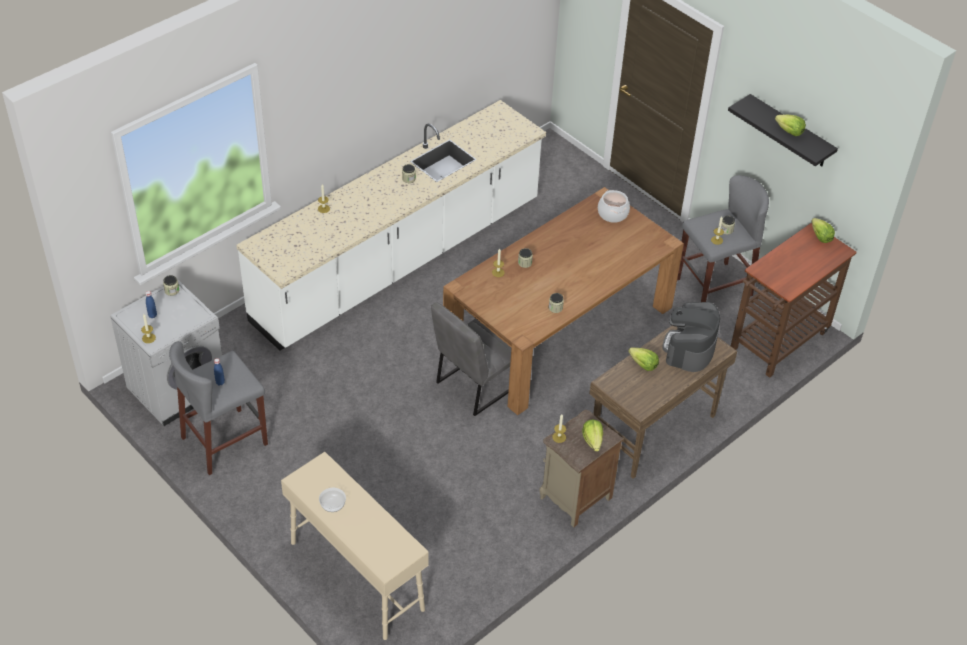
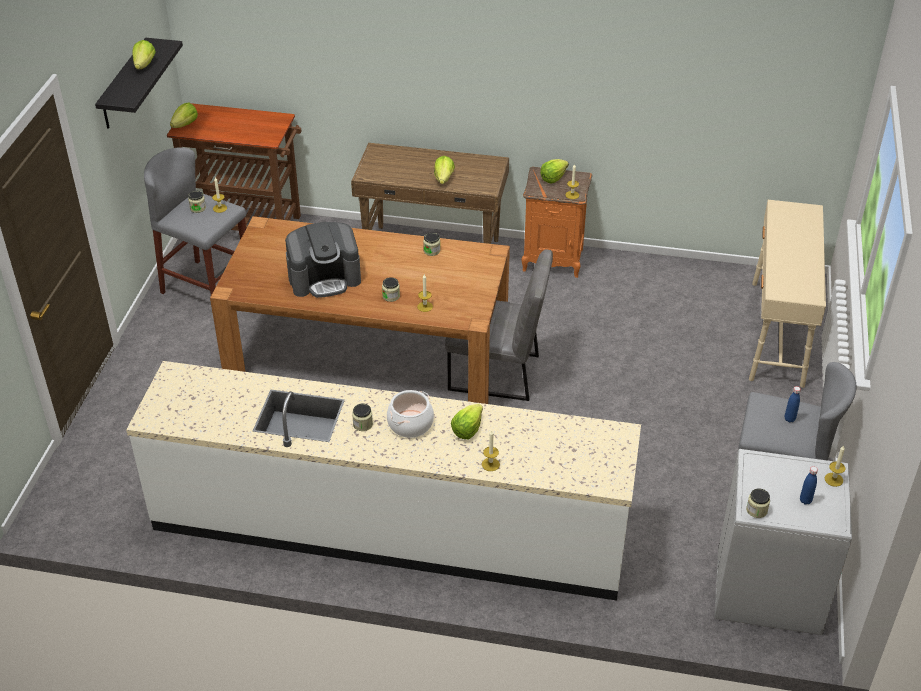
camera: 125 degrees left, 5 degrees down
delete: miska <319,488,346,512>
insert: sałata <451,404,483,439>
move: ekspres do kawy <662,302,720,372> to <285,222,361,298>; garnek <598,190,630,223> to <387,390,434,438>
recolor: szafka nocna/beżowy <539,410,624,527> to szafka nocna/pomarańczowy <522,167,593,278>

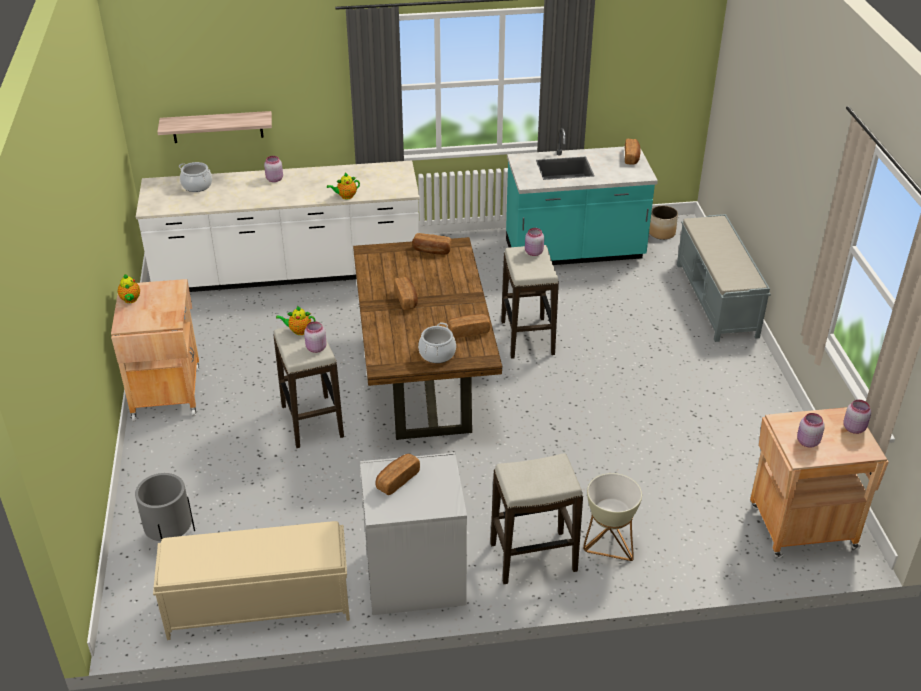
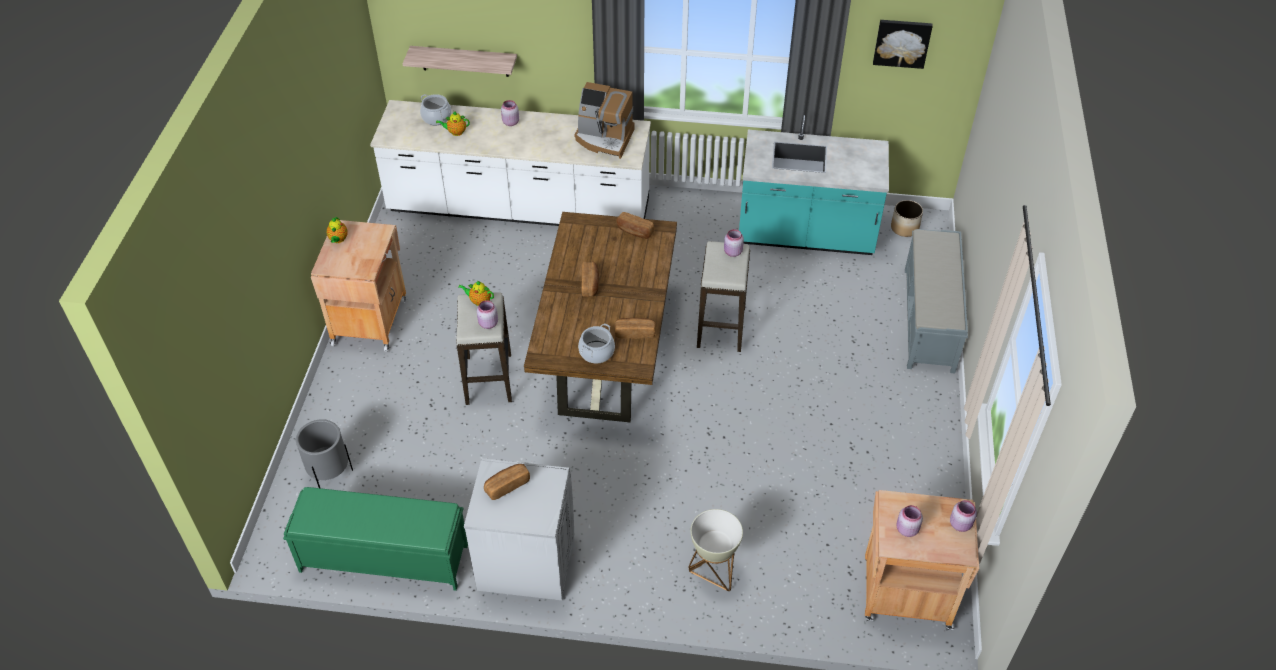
camera: 15 degrees right, 10 degrees up
delete: stołek <490,453,583,584>; chleb <625,139,641,165>
insert: ekspres do kawy <575,82,635,159>; obraz <873,20,933,69>
move: imbryk <327,172,360,199> to <436,111,470,136>
recolor: ławka/beżowy <153,521,350,640> to ławka/zielony <283,487,468,591>

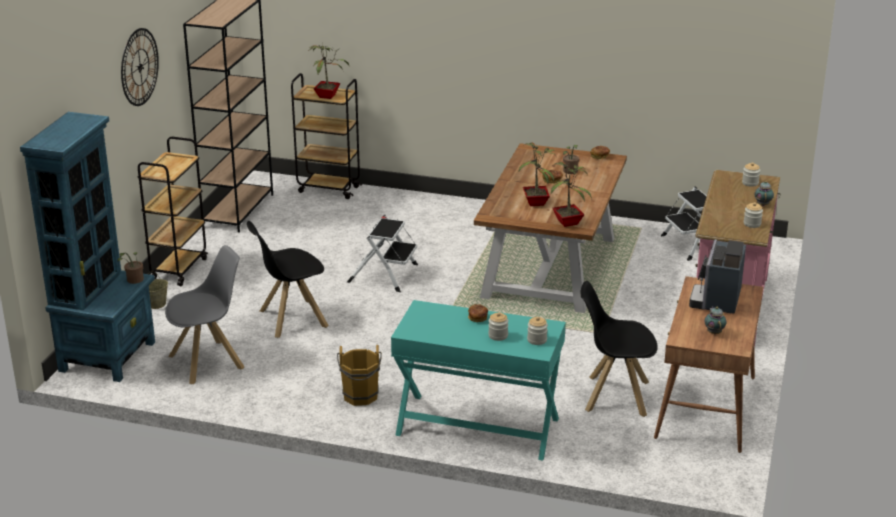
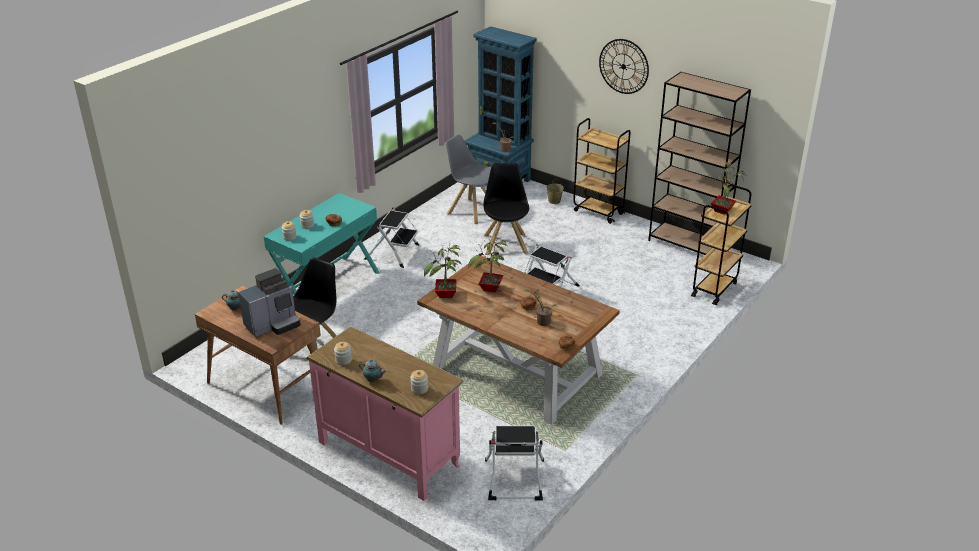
camera: 110 degrees right, 5 degrees up
replace: wiadro/brązowy <337,345,382,406> to drabinka <364,207,419,268>
rotate: ekspres do kawy <689,239,746,314> = <238,268,301,337> 105 degrees clockwise; krzesło/szary <165,245,244,384> = <446,134,491,224> 135 degrees clockwise

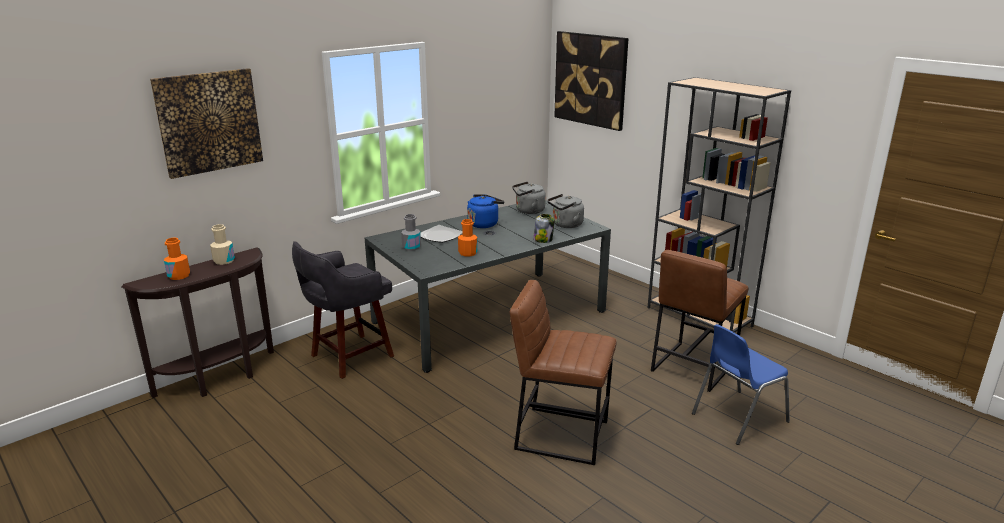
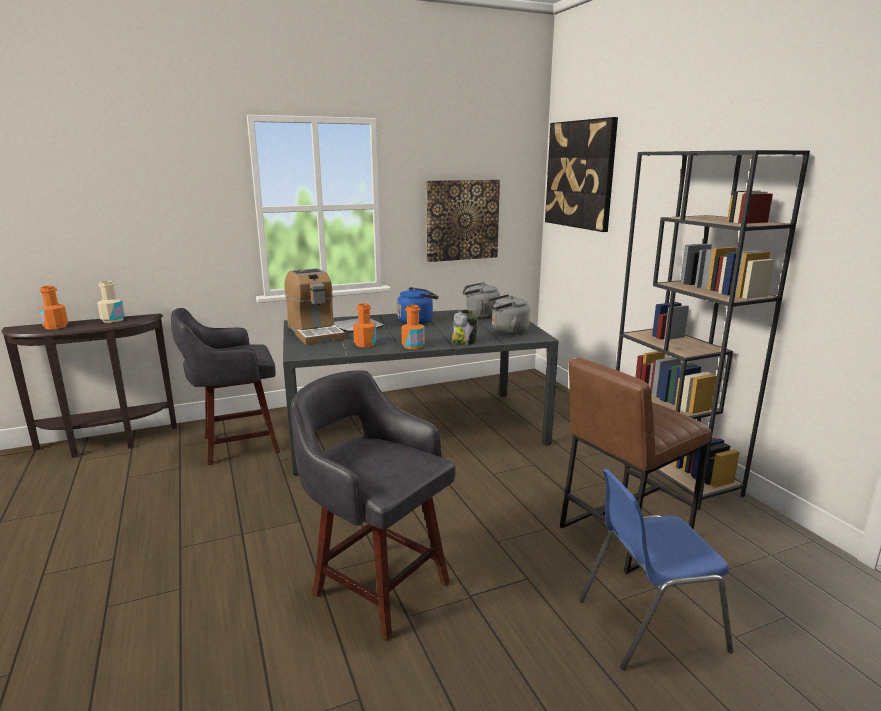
camera: 20 degrees right, 5 degrees down
insert: butelka/pomarańczowy <401,305,425,349>
move: obraz <150,68,263,179> to <426,180,500,262>
replace: butelka/szary <401,214,421,251> to ekspres do kawy <284,268,345,345>; krzesło/brązowy <510,280,616,465> to stołek/szary <290,370,455,641>

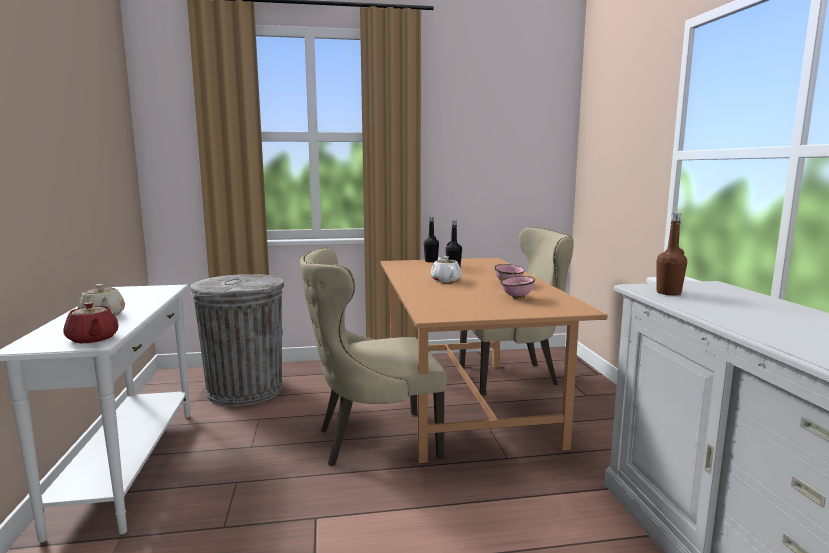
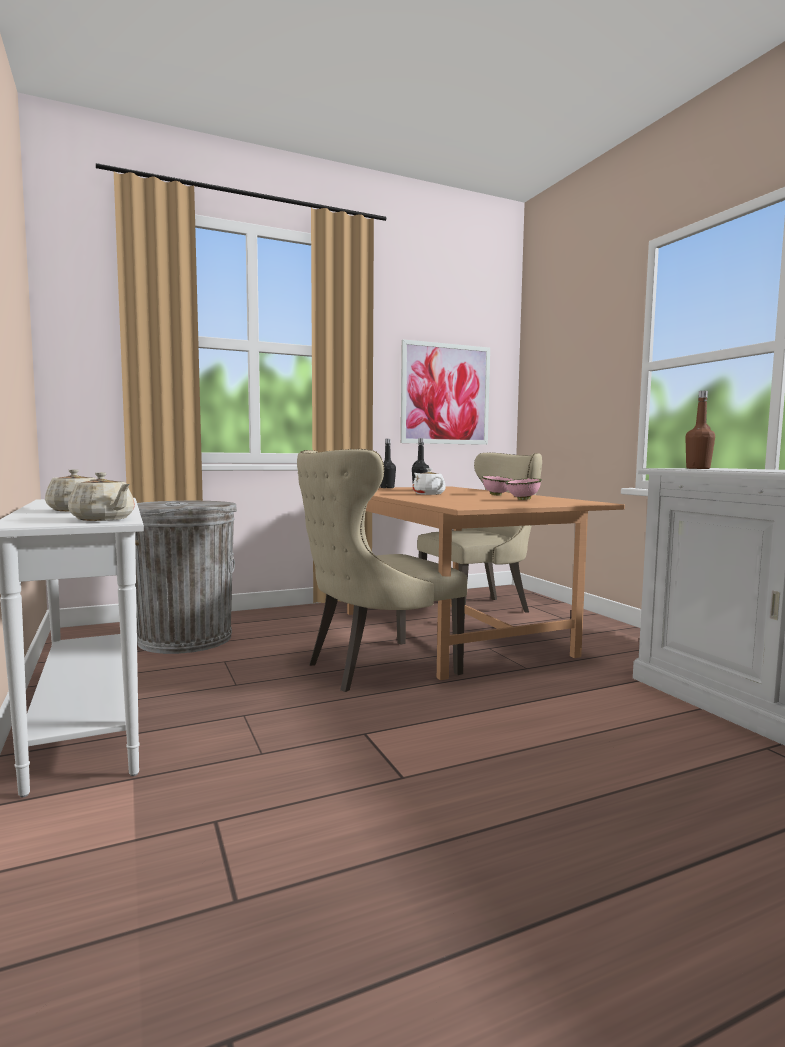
camera: 15 degrees left, 5 degrees down
insert: obraz <401,339,490,445>
recolor: imbryk/czerwony <64,302,119,343> to imbryk/beżowy <68,472,135,521>

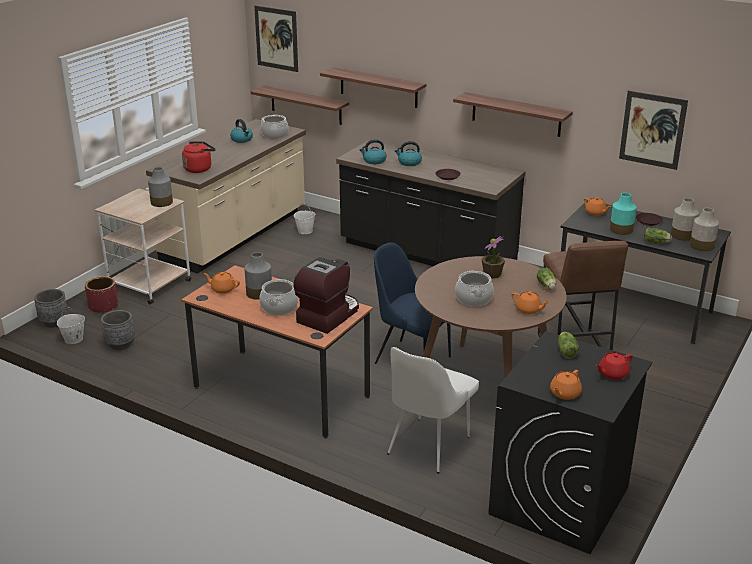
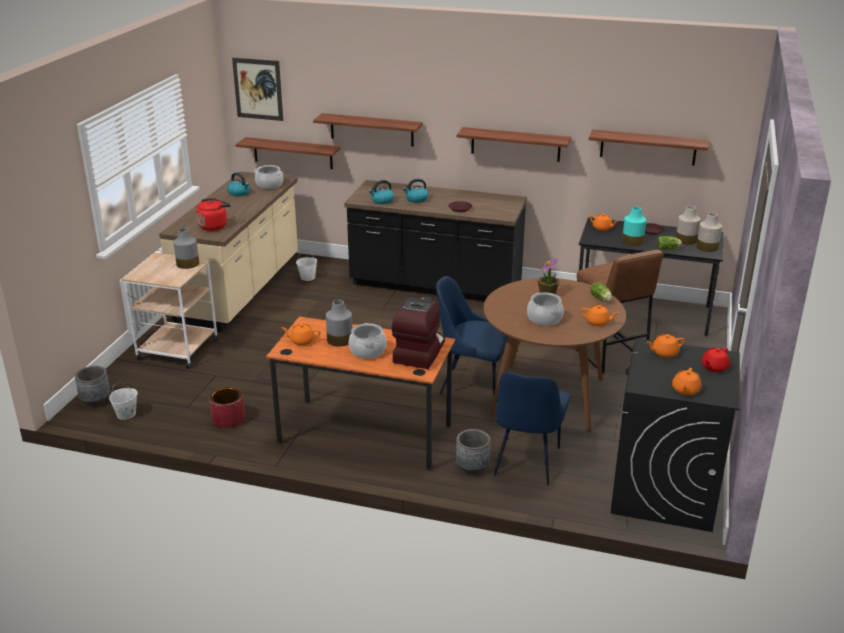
camera: 15 degrees left, 0 degrees up
move: donica/czerwony <85,277,118,313> to <209,387,245,428>; donica/szary <101,310,135,350> to <456,429,491,475>
replace: obraz <619,91,688,170> to półka <589,130,709,165>; sałata <558,332,579,358> to imbryk/pomarańczowy <647,334,685,358>
recolor: krzesło/biały <387,347,479,474> to krzesło/niebieski <494,372,570,485>

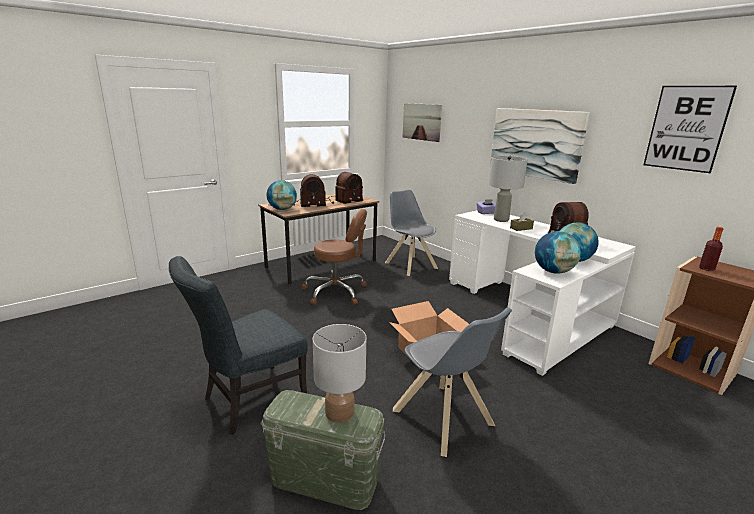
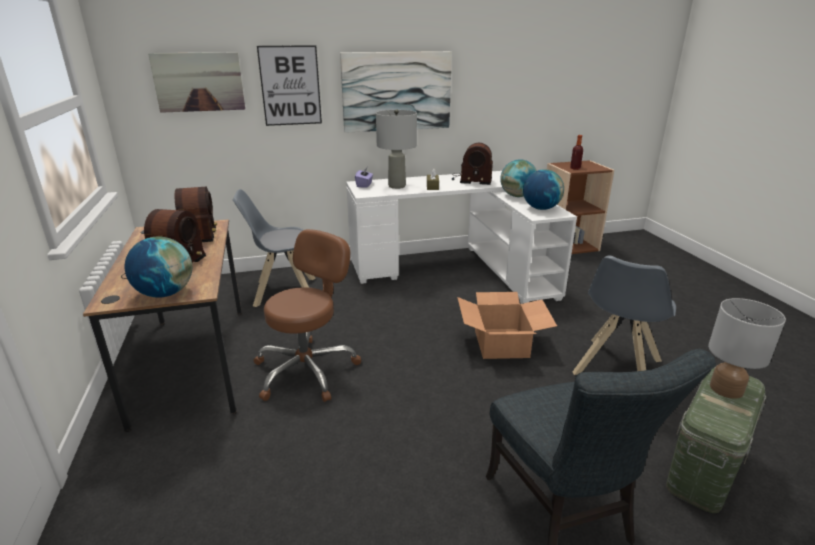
camera: 65 degrees left, 5 degrees up
move: obraz <643,86,737,173> to <257,45,322,126>
rotate: krzesło/szary <393,307,512,457> = <573,256,676,375> 135 degrees clockwise

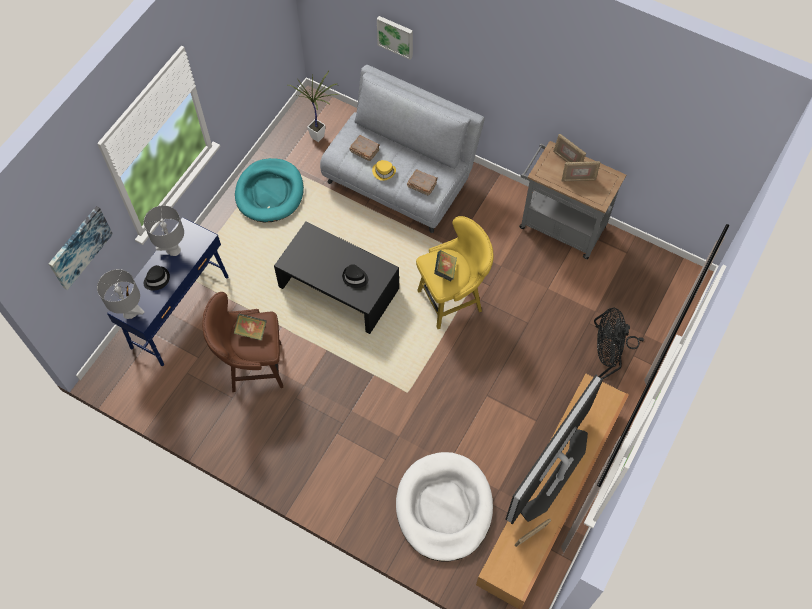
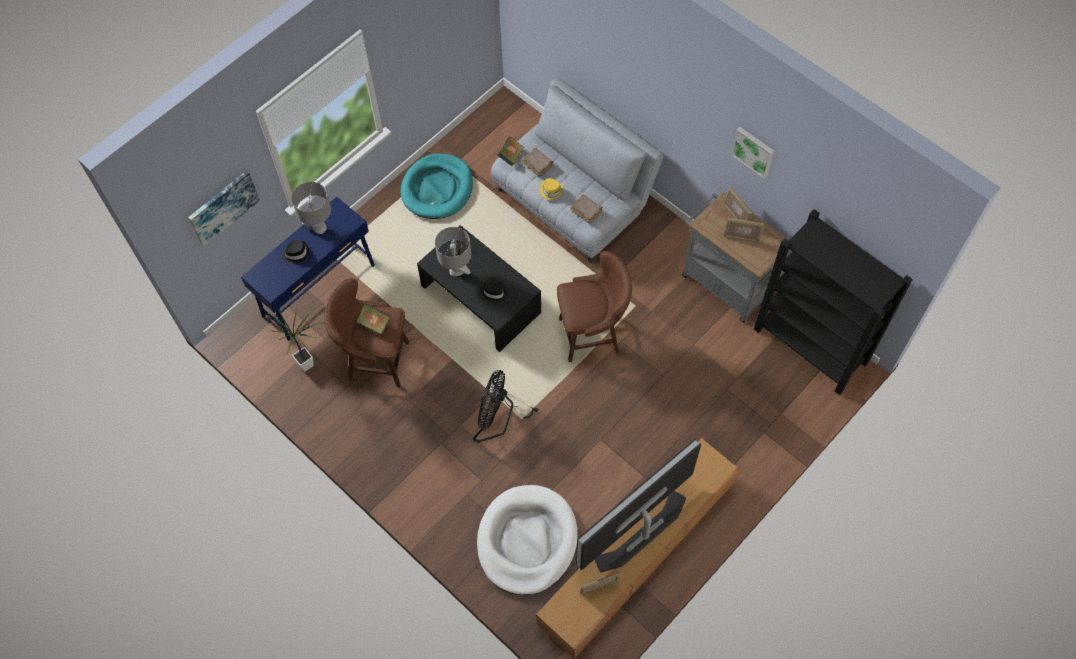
camera: 15 degrees right, 0 degrees up
insert: regał/czarny <754,209,912,395>
move: roślina doniczkowa <288,71,338,142> to <268,307,325,372>; lampa stołowa/szary <97,269,144,319> to <435,227,471,276>; wentylator/czarny <594,307,645,379> to <473,370,539,443>; książka <434,250,457,282> to <497,136,524,166>; obraz <377,16,413,60> to <731,127,774,179>
recolor: stołek/żółty <416,216,494,329> to stołek/brązowy <557,251,632,362>

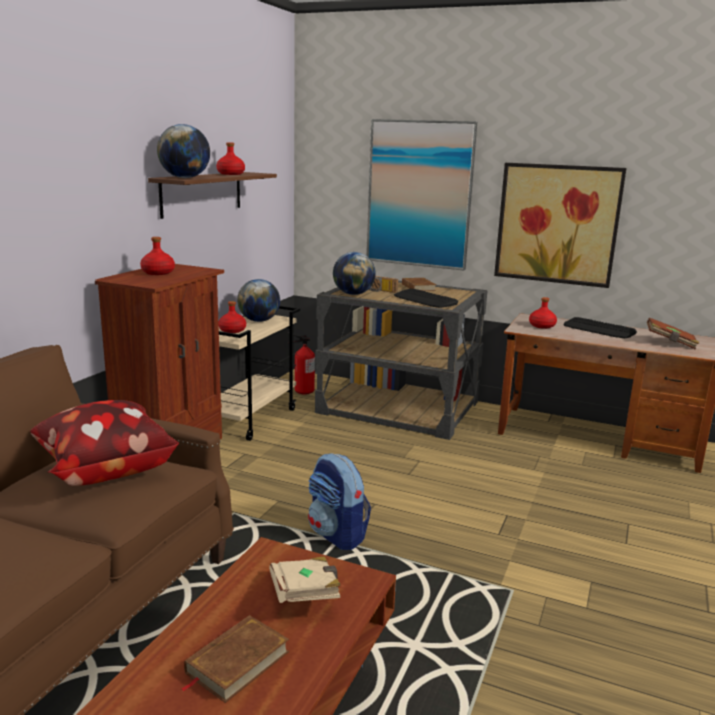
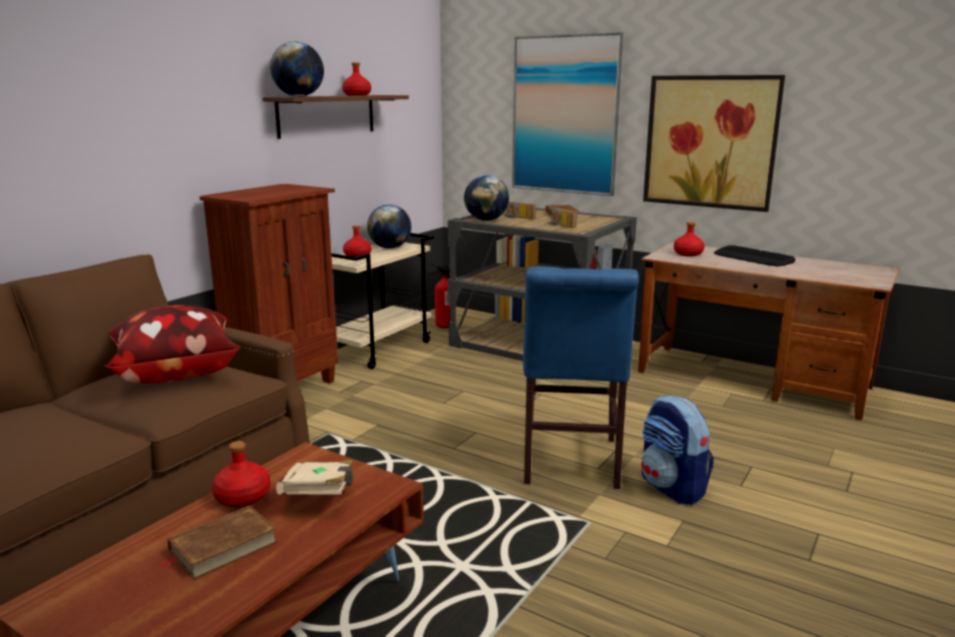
camera: 10 degrees right, 0 degrees up
delete: książka/brązowy <647,318,699,349>
insert: krzesło/niebieski <523,267,639,489>
move: butelka/czerwony <140,237,175,275> to <212,441,271,507>; plecak <308,453,371,550> to <641,395,714,505>
replace: klawiatura <394,289,458,308> to radio <548,208,577,228>

